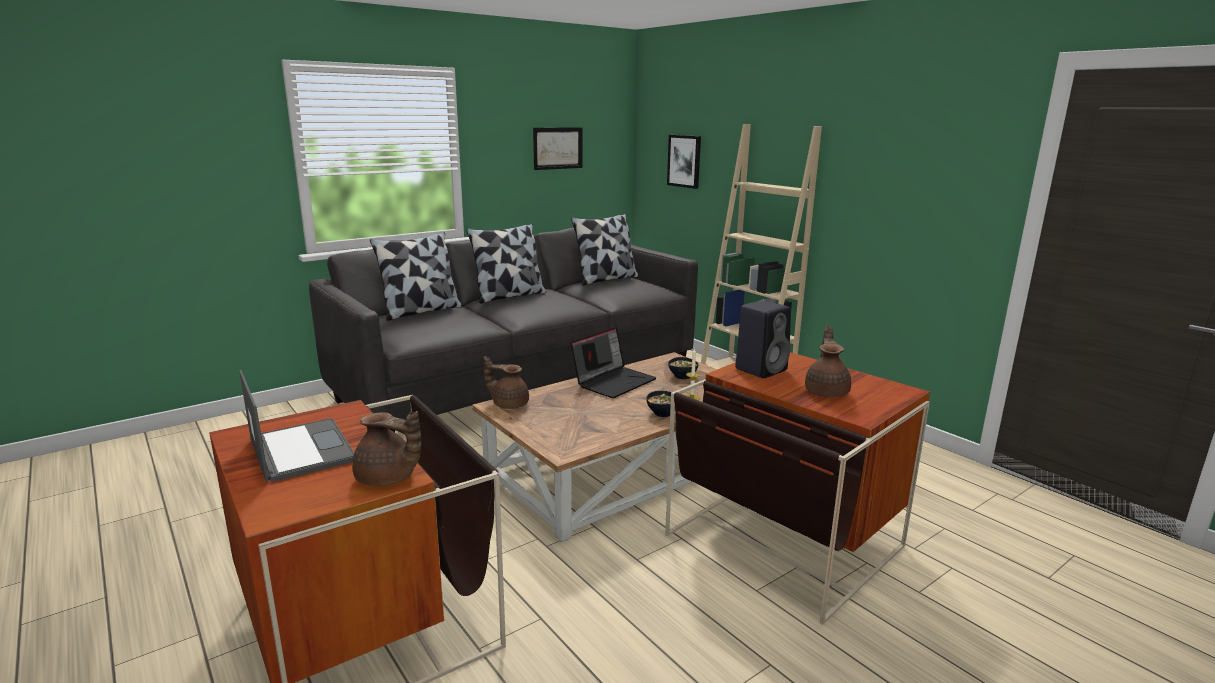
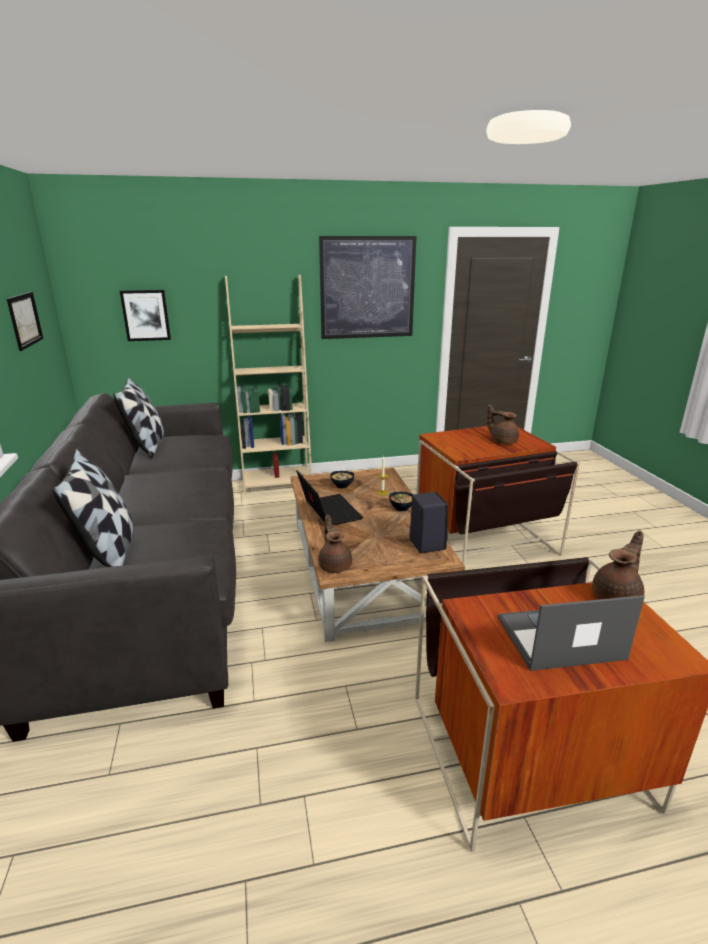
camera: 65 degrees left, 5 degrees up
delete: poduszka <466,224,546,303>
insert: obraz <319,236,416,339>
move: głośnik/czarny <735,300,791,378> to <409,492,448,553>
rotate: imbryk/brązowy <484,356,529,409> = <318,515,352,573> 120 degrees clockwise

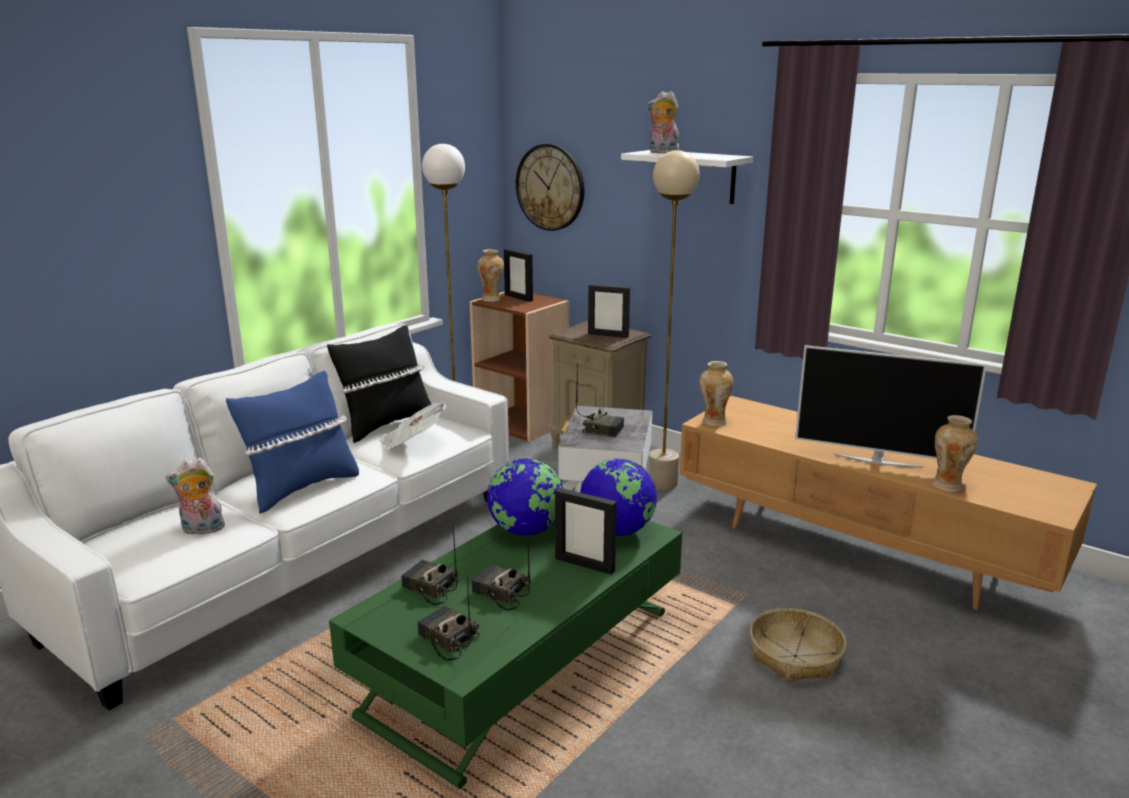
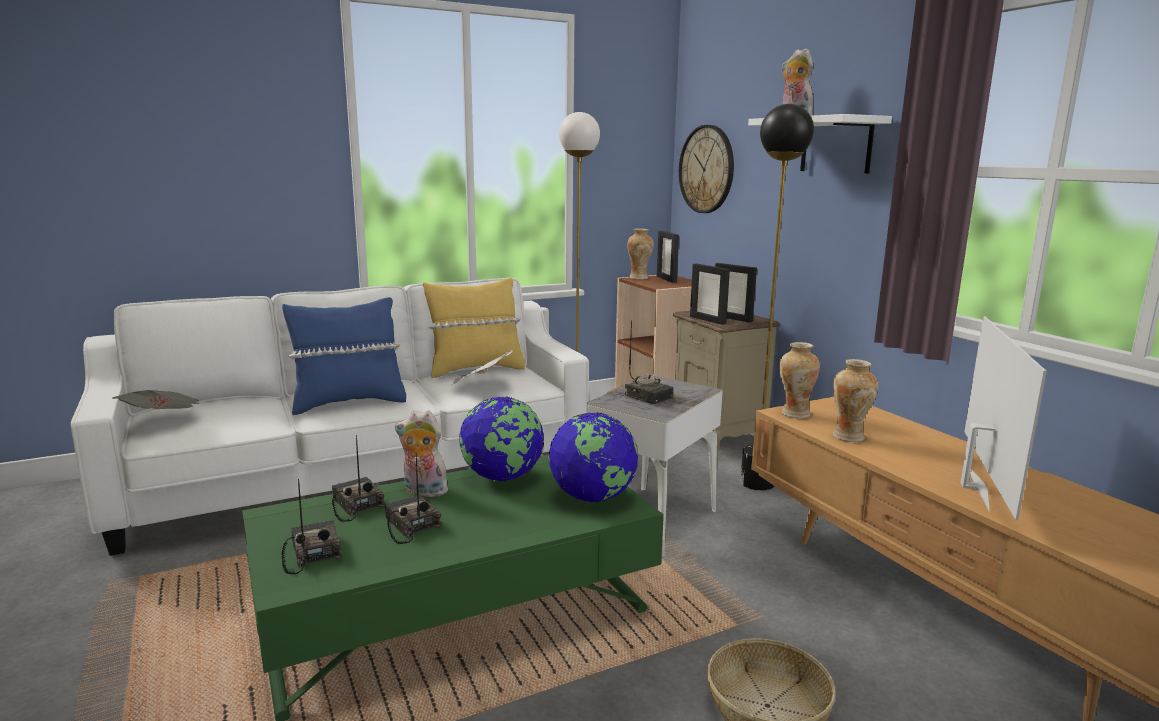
camera: 25 degrees right, 5 degrees down
insert: gazeta <112,390,199,409>
move: pluszak <166,458,225,535> to <395,410,448,497>; ramka na zdjęcie <555,488,617,575> to <690,264,730,325>; wazon <932,415,978,492> to <833,359,878,442>
recolor: poduszka/czarny <327,325,431,443> to poduszka/żółty <423,278,525,378>; lampa stojąca/beżowy <649,150,700,490> to lampa stojąca/czarny <740,104,814,491>
rotate: telewizor <795,345,987,468> = <961,316,1047,520> 120 degrees counterclockwise

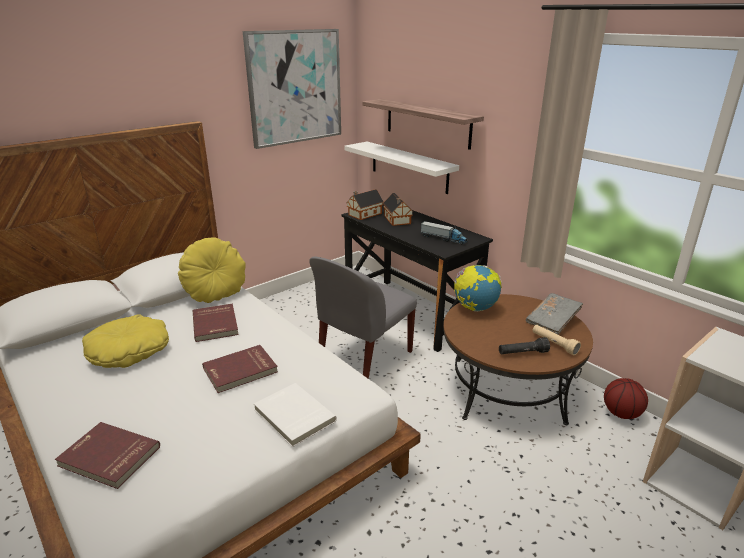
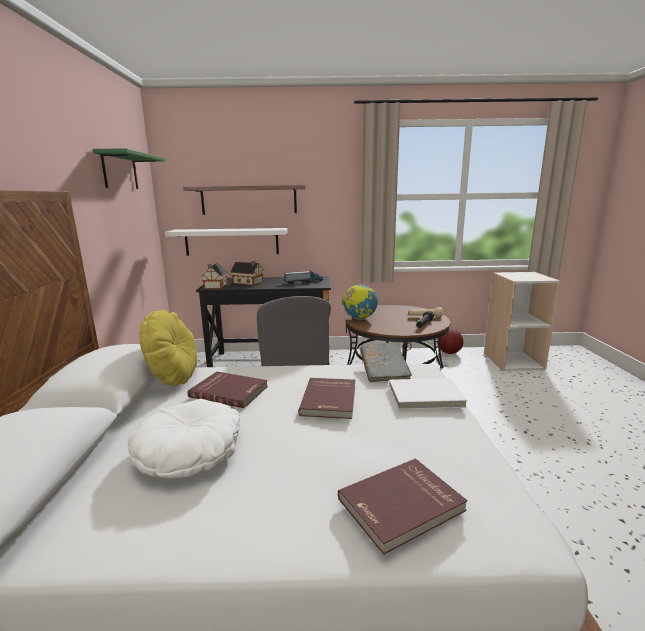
camera: 50 degrees left, 10 degrees down
move: książka/szary <525,293,583,335> to <360,342,412,383>
replace: obraz <243,29,341,149> to półka/zielony <93,148,165,189>
recolor: poduszka/żółty <82,314,169,368> to poduszka/biały <128,399,240,479>

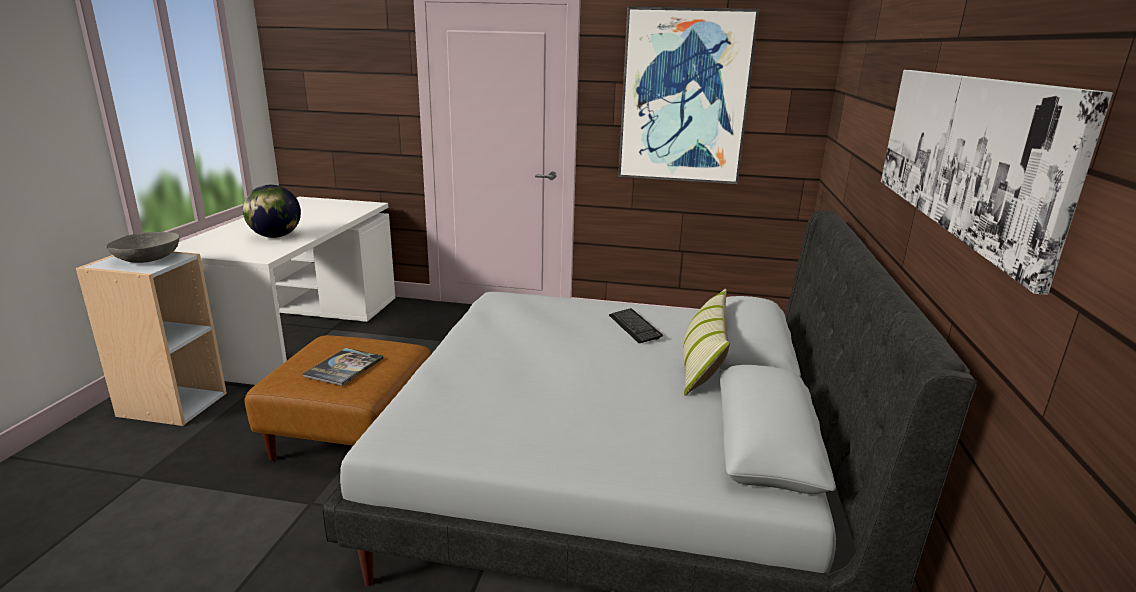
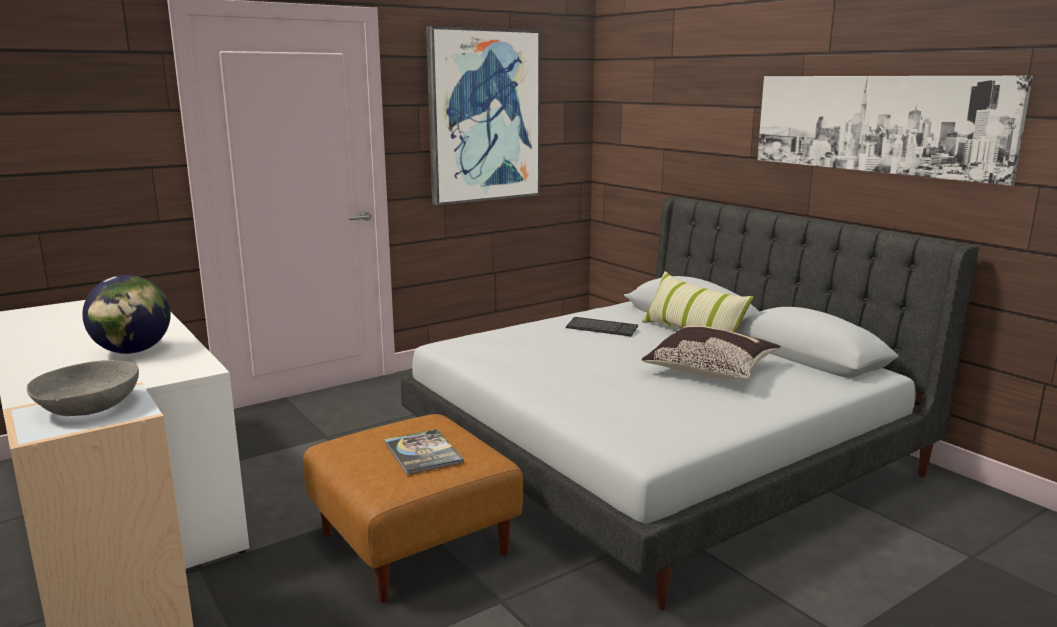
camera: 45 degrees left, 5 degrees down
insert: poduszka <641,325,781,379>

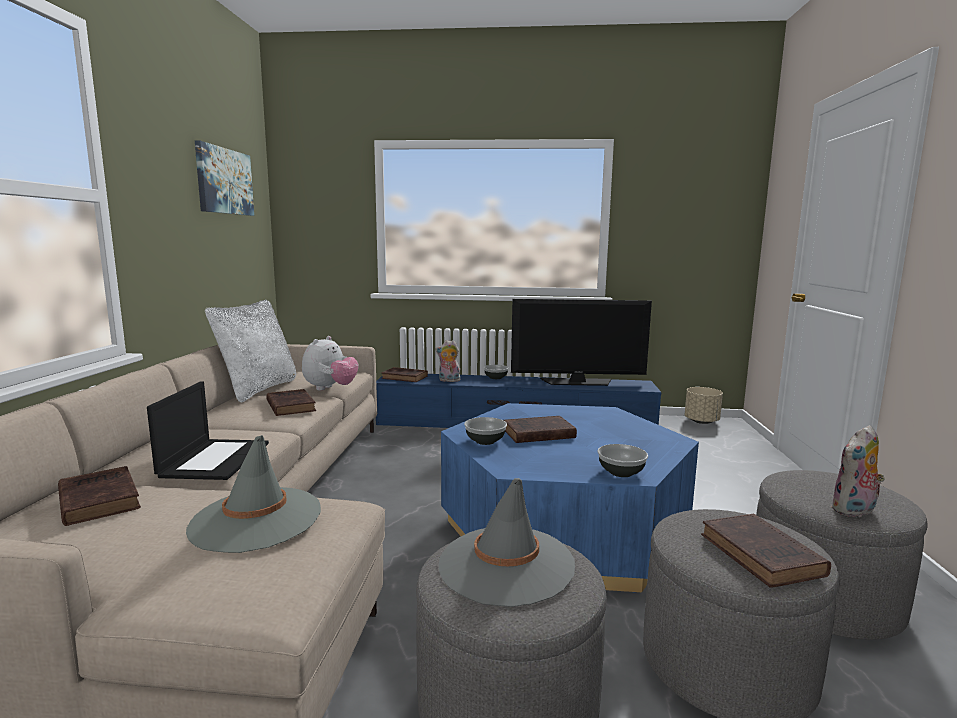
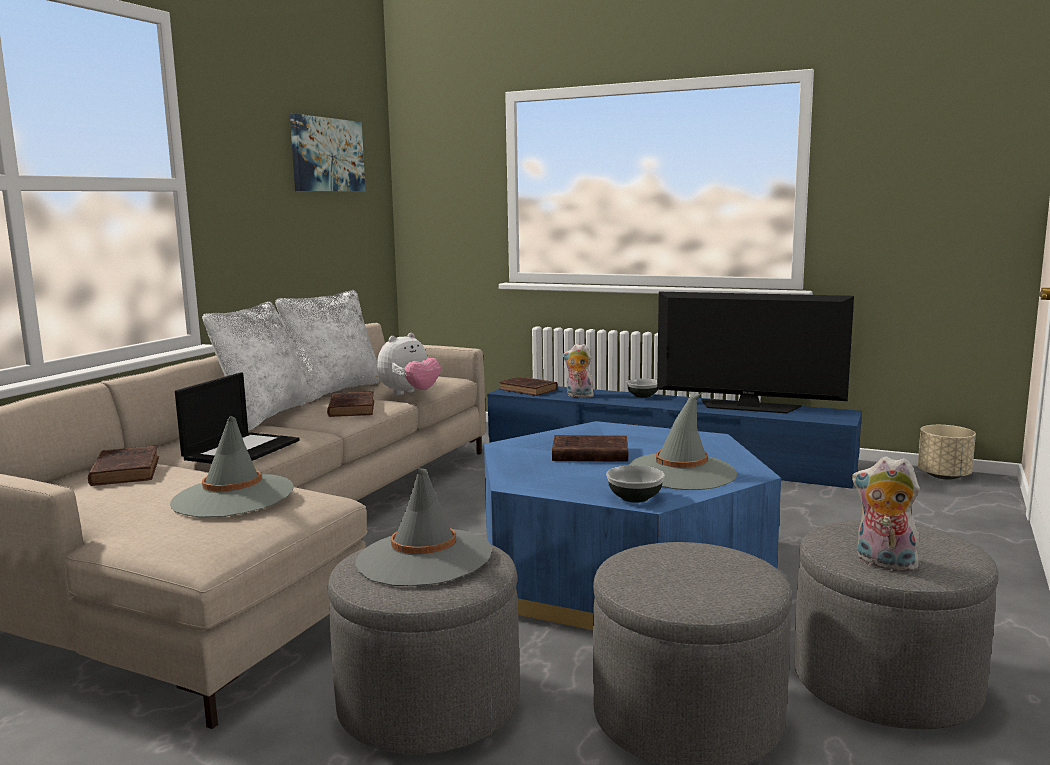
camera: 20 degrees right, 0 degrees up
delete: miska <464,417,507,445>; książka/brązowy <701,514,831,588>
insert: poduszka/biały <202,301,310,431>; kapelusz/szary <628,393,737,490>
rotate: pluszak <831,425,885,517> = <852,456,922,572> 45 degrees clockwise

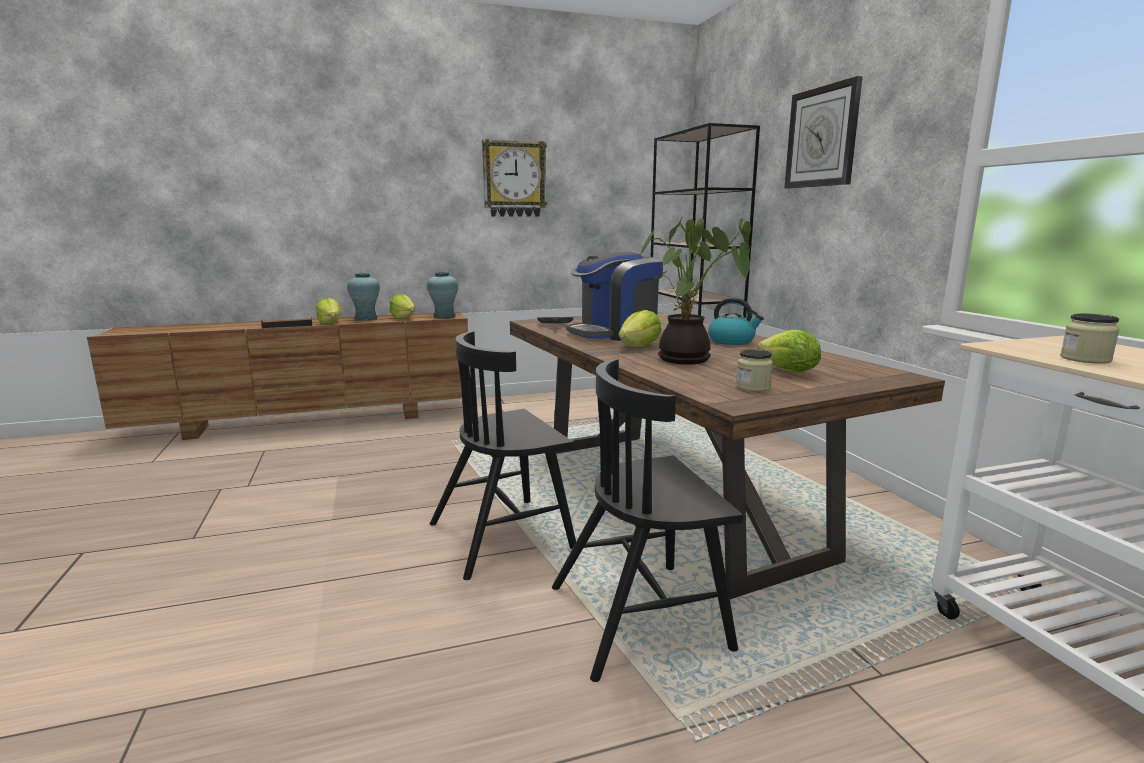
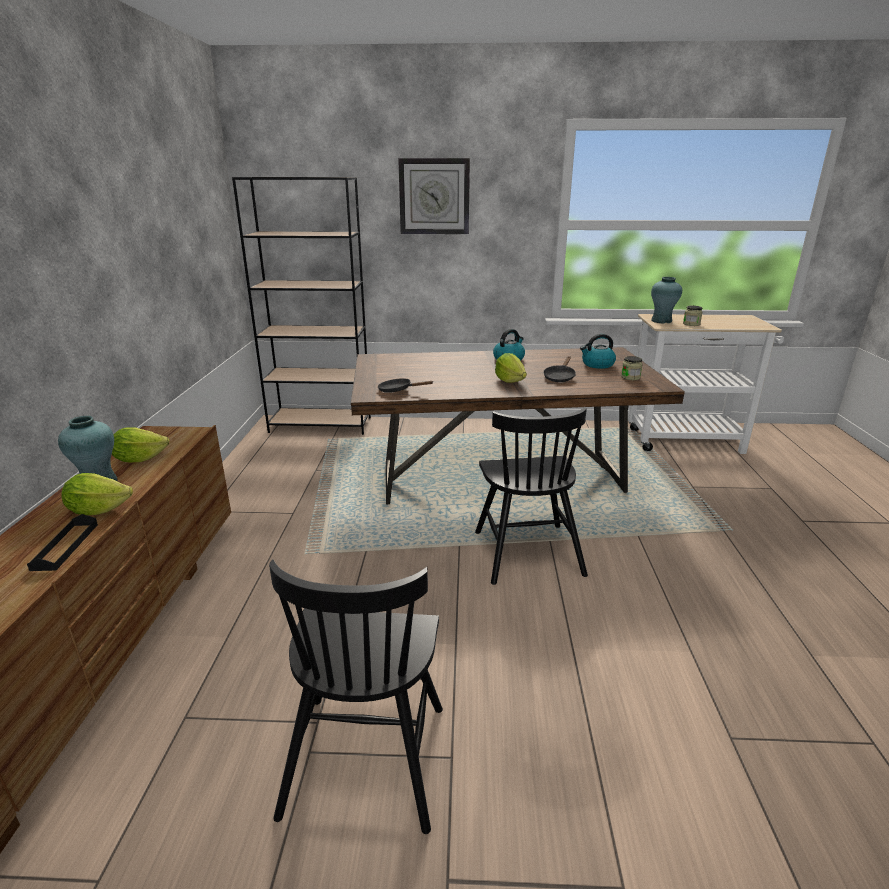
camera: 70 degrees left, 10 degrees up
delete: zegar ścienny <482,139,547,217>; ekspres do kawy <566,252,663,341>
move: krzesło/czarny <552,359,743,682> to <269,559,443,834>; wazon/turkusowy <427,272,458,319> to <651,277,682,324>
replace: roślina doniczkowa <638,218,751,365> to patelnia/czarny <543,356,576,382>; sałata <758,330,821,372> to czajnik <580,334,616,369>

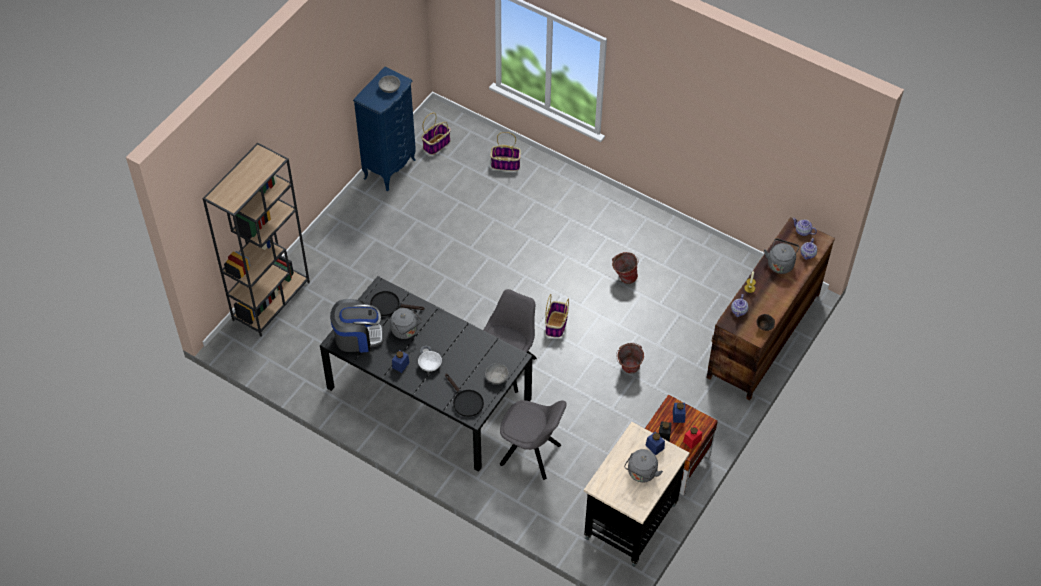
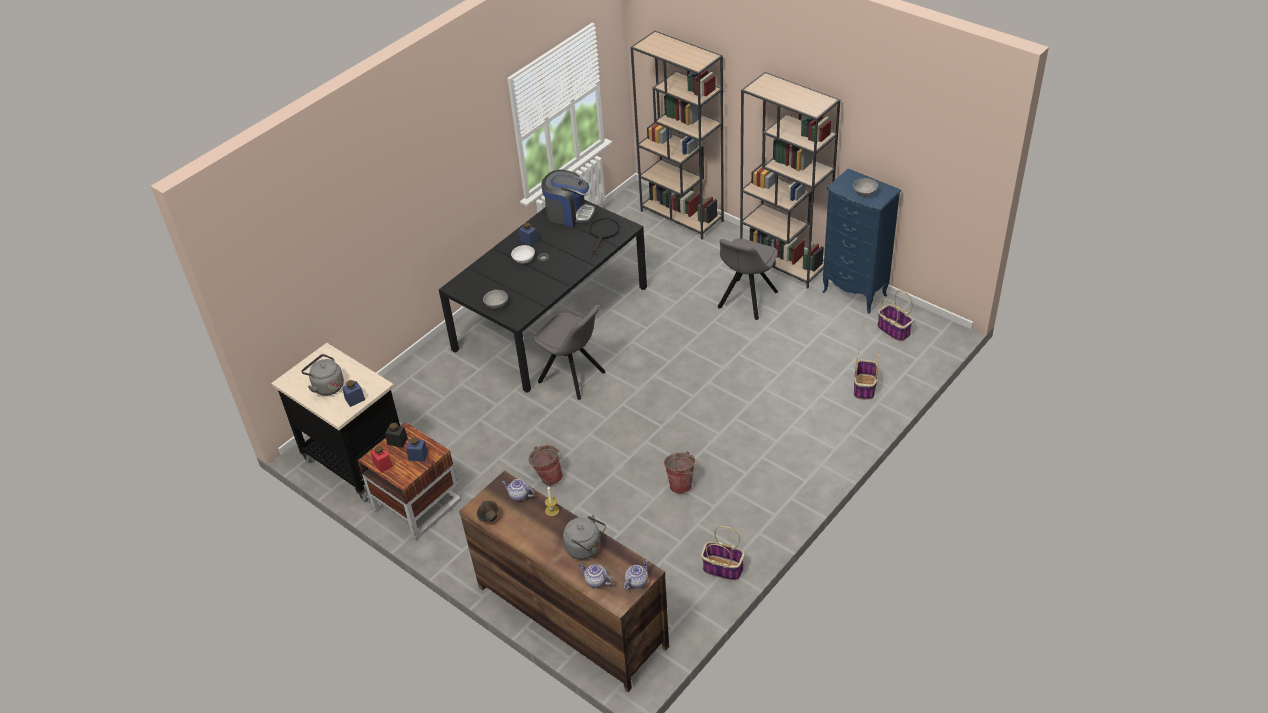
camera: 100 degrees right, 10 degrees down
delete: czajnik/szary <390,308,422,339>; patelnia/czarny <445,374,484,417>
insert: regał <740,72,840,289>
move: koszyk <545,294,569,338> to <701,526,745,581>; krzesło/szary <500,400,567,480> to <718,238,778,320>
rotate: ekspres do kawy <330,299,384,353> = <541,170,595,226> 75 degrees counterclockwise

